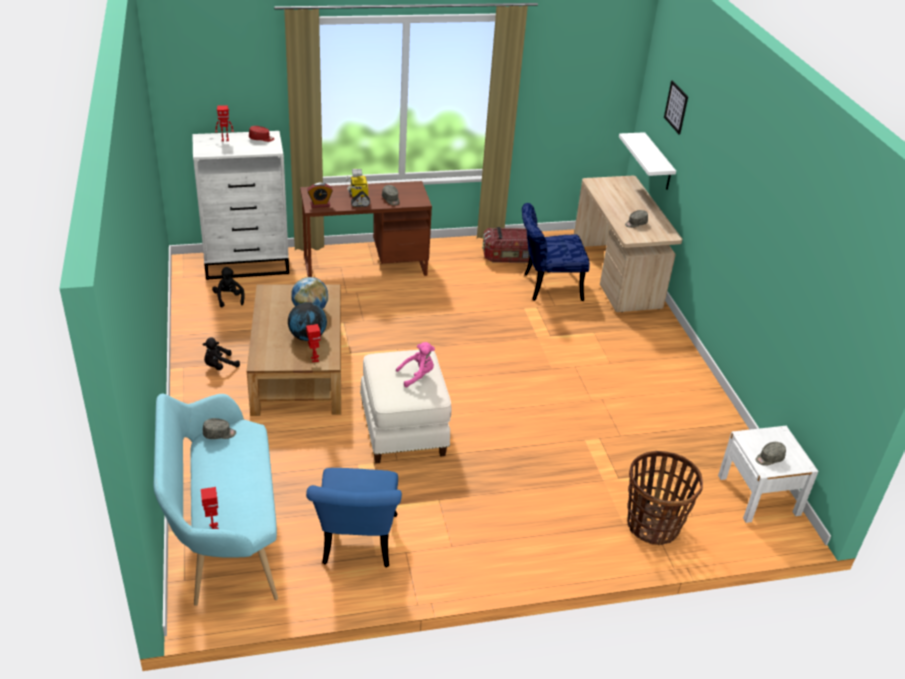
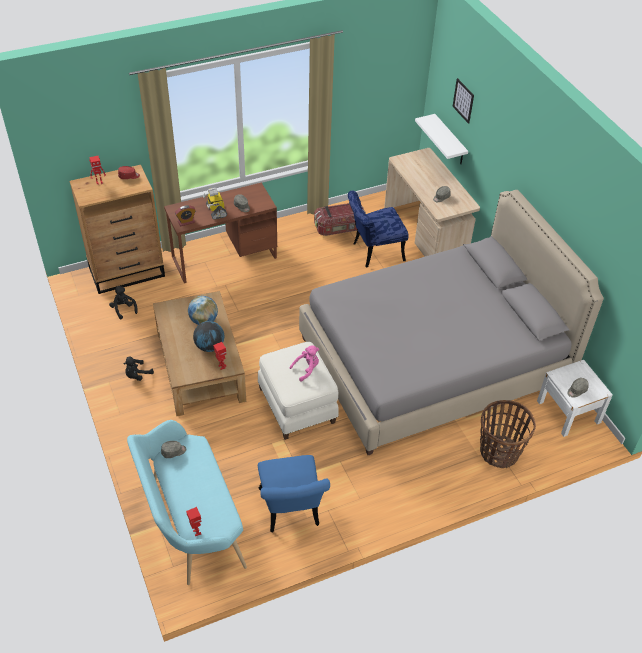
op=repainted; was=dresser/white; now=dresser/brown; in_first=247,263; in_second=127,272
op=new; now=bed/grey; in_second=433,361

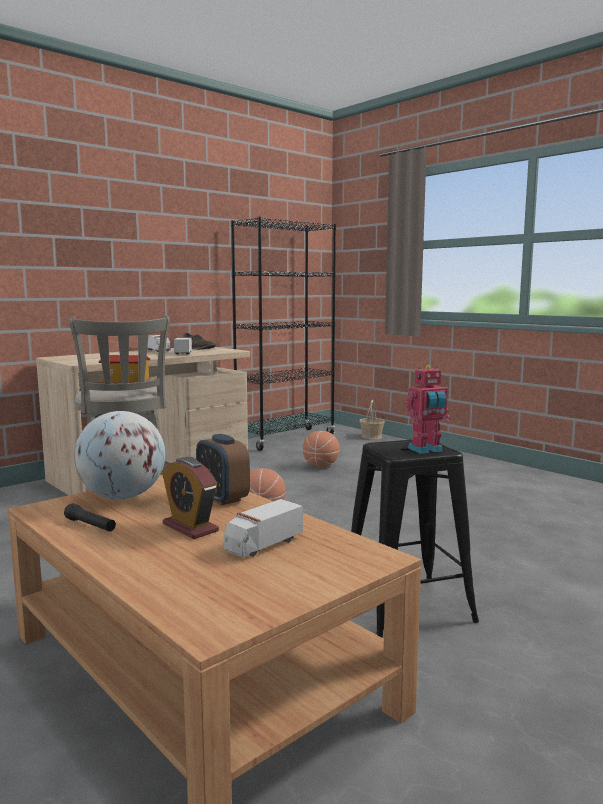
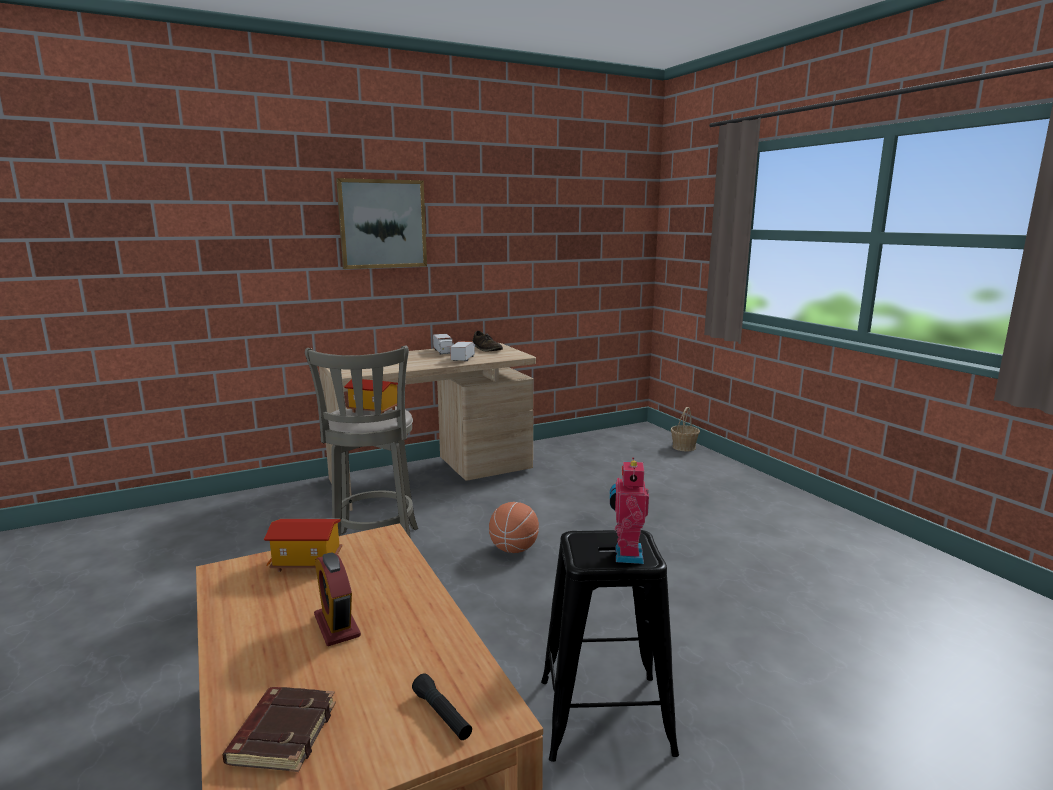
op=shifted; was=flashlight/black; in_first=90,525; in_second=442,715
op=swapped; was=globe; now=toy house; in_first=122,497; in_second=306,563
op=gone; was=alarm clock; in_first=222,498
op=gone; was=toy truck; in_first=263,545
op=gone; was=bookcase/black; in_first=285,439
op=gone; was=basketball; in_first=321,466
op=rotated; was=toy robot; in_first=426,450; in_second=626,555; clockwise=105
op=new; now=book/brown; in_second=282,733
op=new; now=picture; in_second=382,224

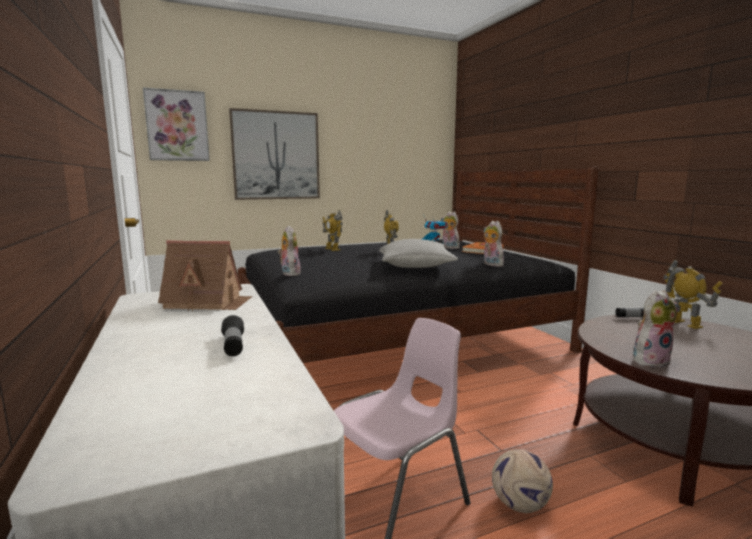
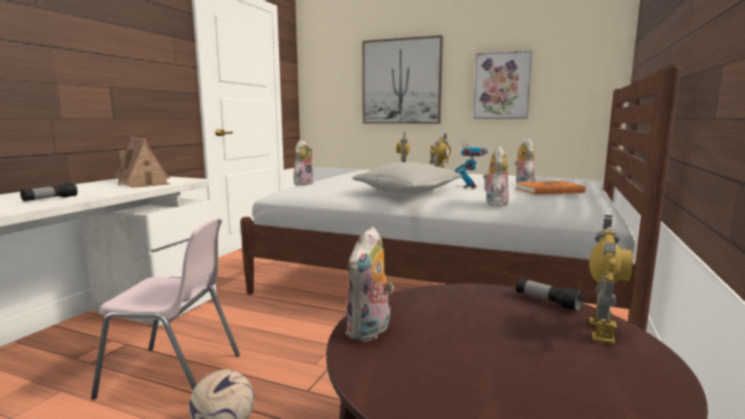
op=shifted; was=picture; in_first=177,126; in_second=501,86
op=repainted; was=bed/black; now=bed/white; in_first=396,336; in_second=442,276
op=rotated; was=plush toy; in_first=650,360; in_second=370,332; clockwise=90

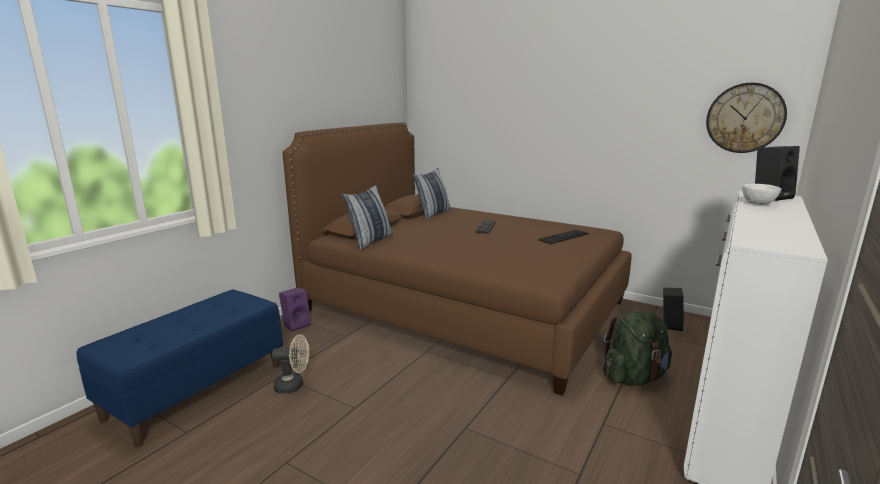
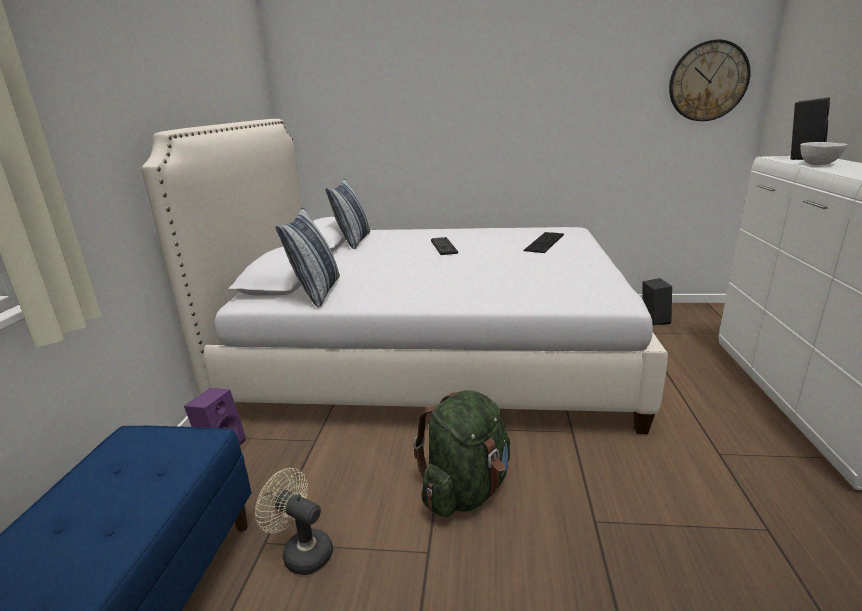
op=rotated; was=fan/beige; in_first=294,385; in_second=301,552; clockwise=-120
op=repainted; was=bed/brown; now=bed/white; in_first=463,306; in_second=432,354
op=shifted; was=backpack/green; in_first=634,377; in_second=466,490

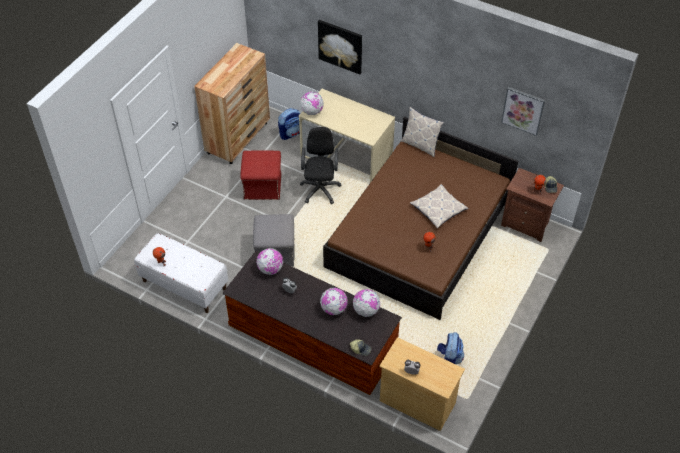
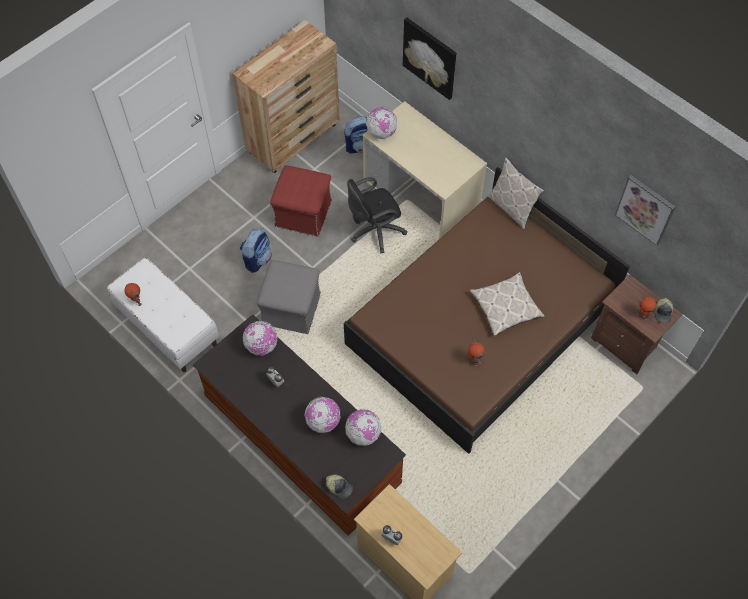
op=rotated; was=office chair/black; in_first=320,188; in_second=374,231; clockwise=-135
op=shifted; was=backpack; in_first=449,360; in_second=257,259

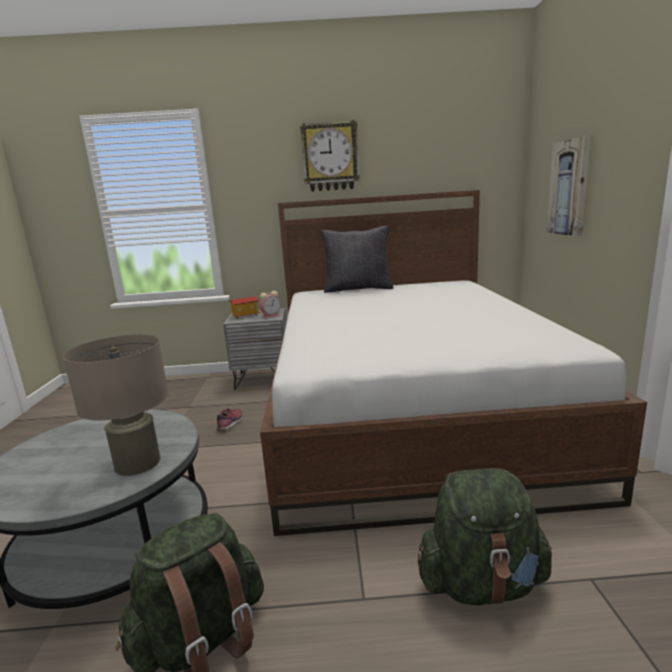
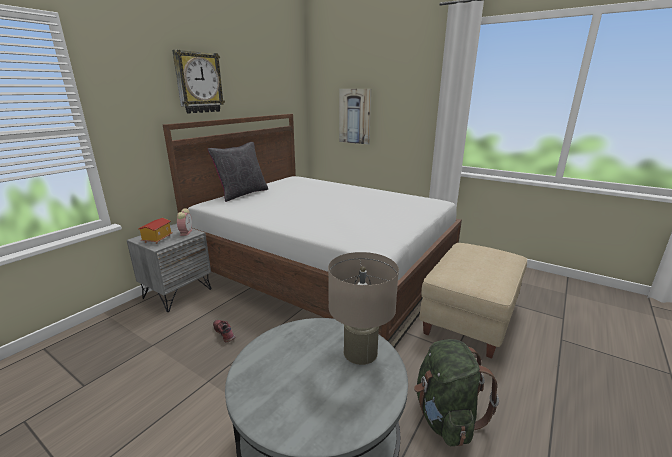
op=swapped; was=backpack/green; now=ottoman/beige; in_first=481,583; in_second=469,318

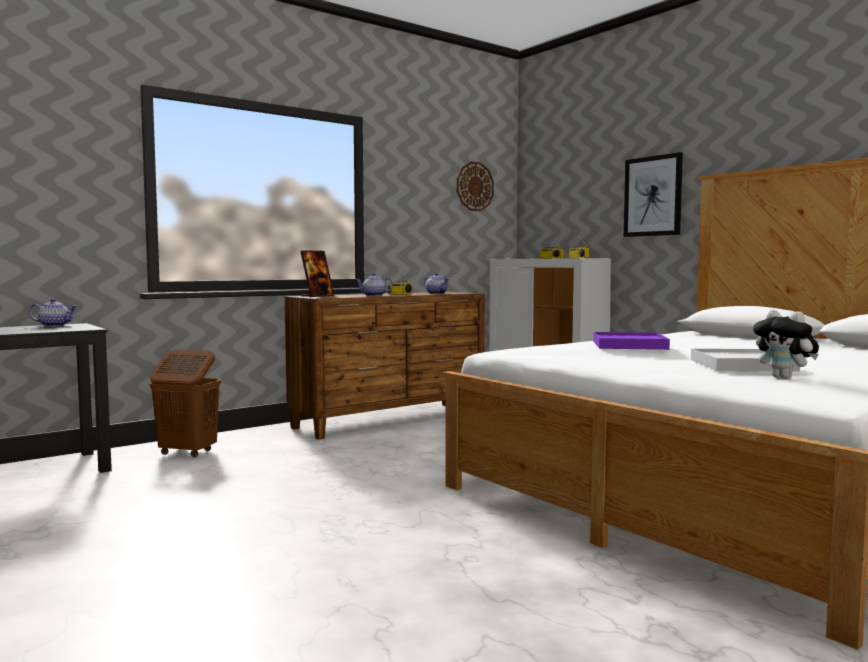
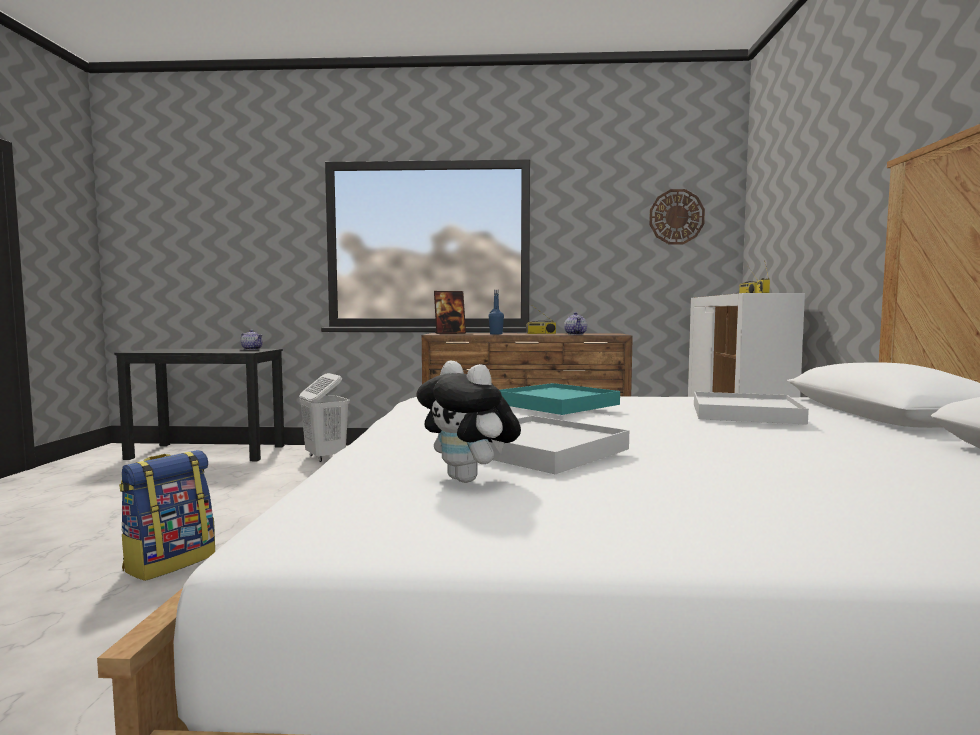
op=repainted; was=laundry basket/brown; now=laundry basket/white; in_first=187,453; in_second=325,457
op=swapped; was=teapot; now=bottle/blue; in_first=373,295; in_second=496,334
op=repainted; was=tray/purple; now=tray/turquoise; in_first=629,345; in_second=557,404
op=gone; was=picture; in_first=653,196
op=rotated; was=plush toy; in_first=785,378; in_second=469,479; clockwise=-45
op=new; now=backpack; in_second=170,562
op=new; now=tray/white; in_second=744,413

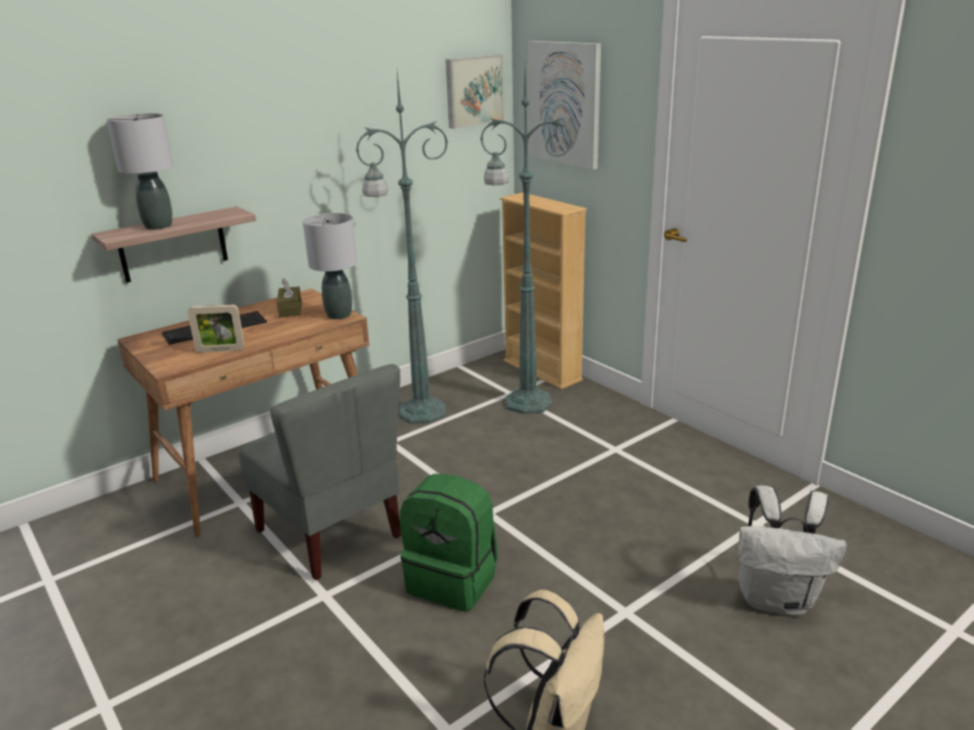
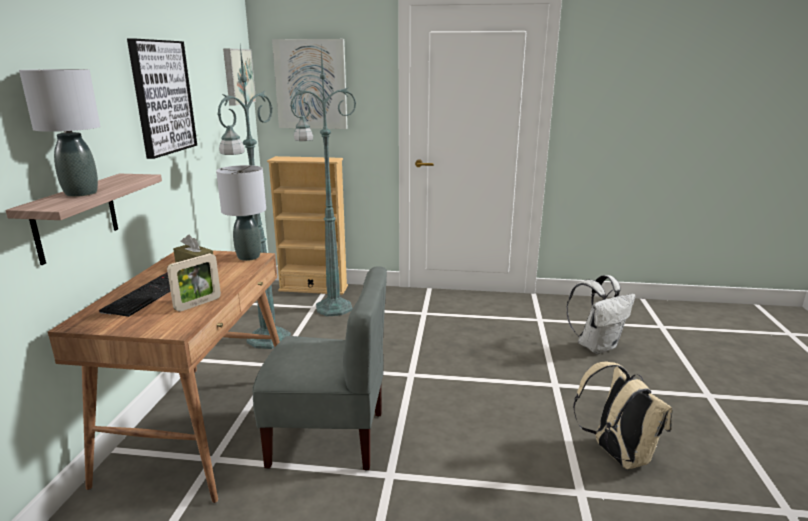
op=gone; was=backpack/green; in_first=454,580
op=new; now=picture; in_second=162,97

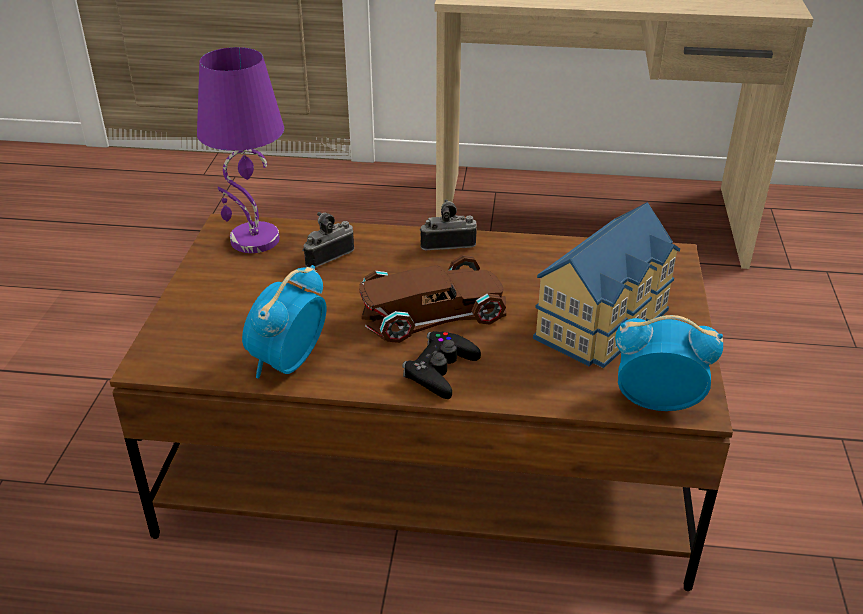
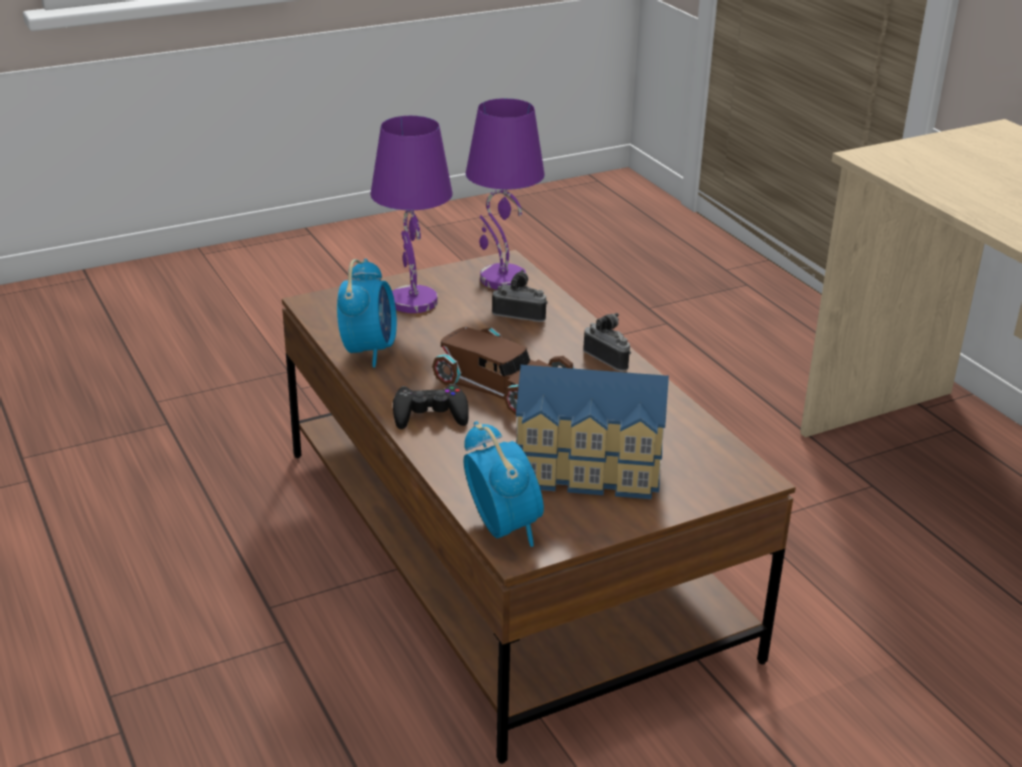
op=rotated; was=alarm clock; in_first=288,363; in_second=369,350; clockwise=105
op=new; now=table lamp/purple; in_second=412,301

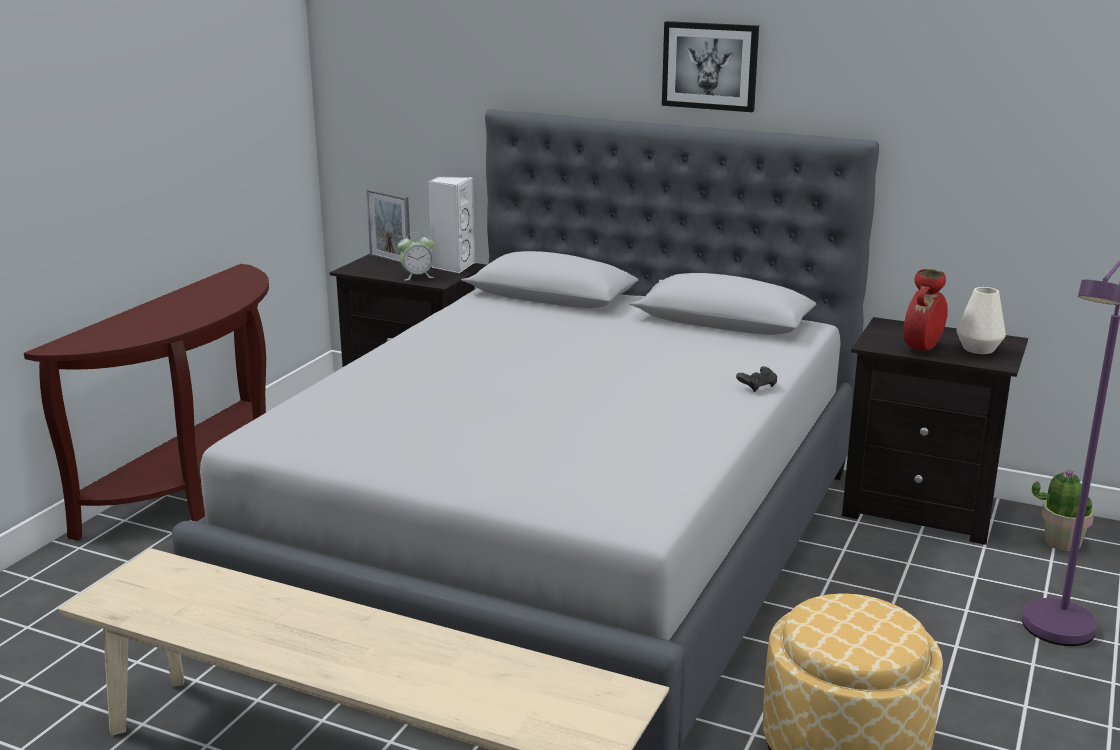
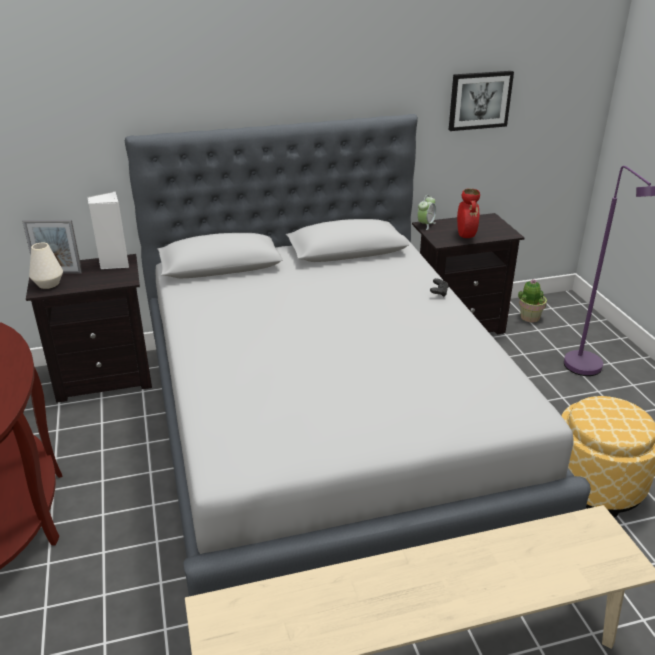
op=shifted; was=alarm clock; in_first=417,276; in_second=425,225
op=shifted; was=picture; in_first=710,66; in_second=479,100
op=shifted; was=vase/white; in_first=978,349; in_second=48,284

